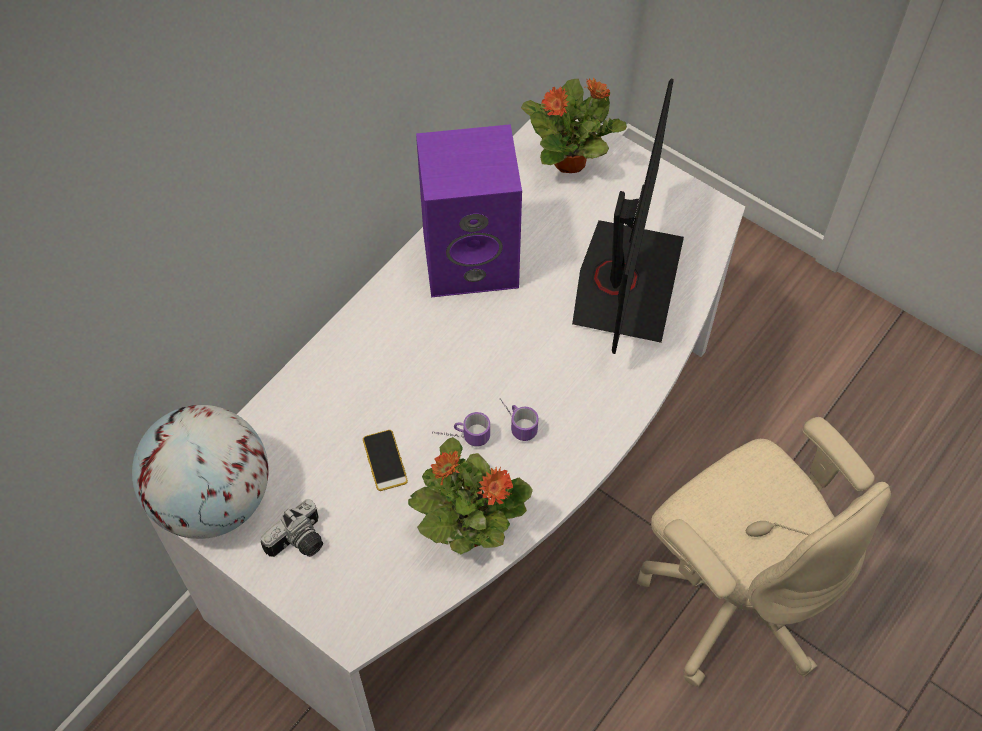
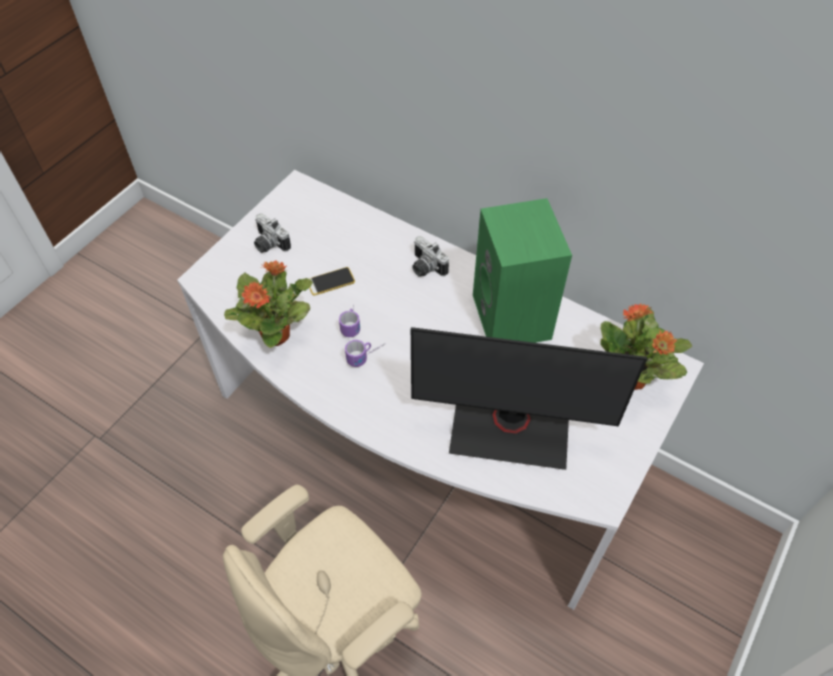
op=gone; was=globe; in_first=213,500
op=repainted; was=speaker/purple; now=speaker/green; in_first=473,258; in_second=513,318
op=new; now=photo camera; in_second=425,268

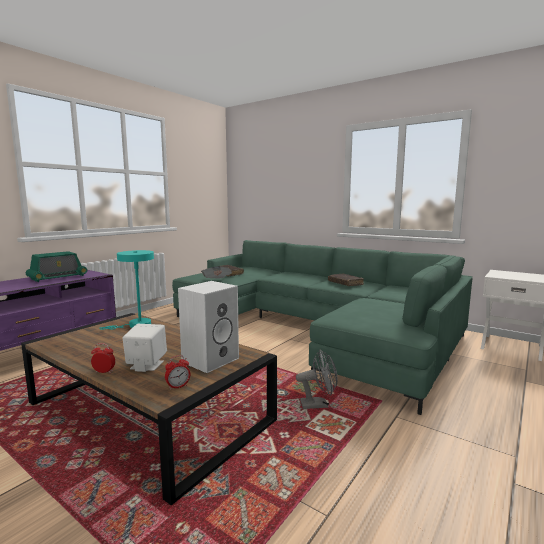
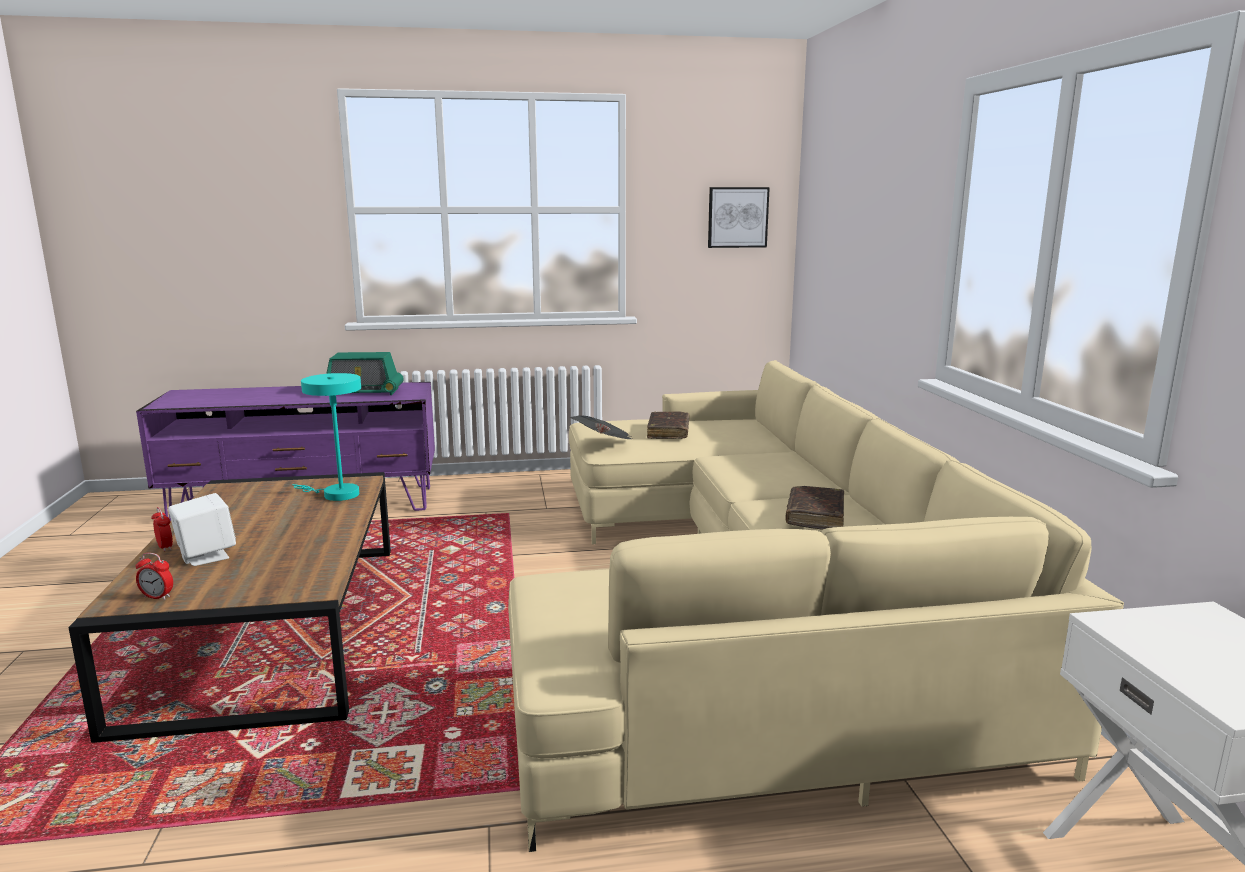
op=repainted; was=sofa/green; now=sofa/beige; in_first=316,328; in_second=749,603
op=gone; was=speaker/white; in_first=210,359
op=gone; was=fan/grey; in_first=318,404
op=new; now=picture; in_second=737,217

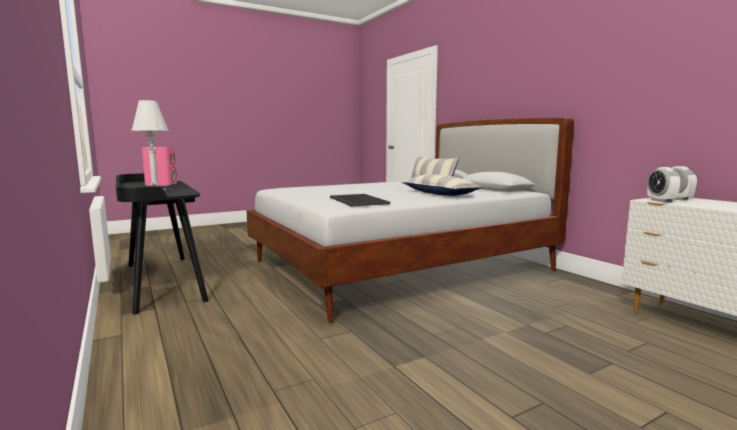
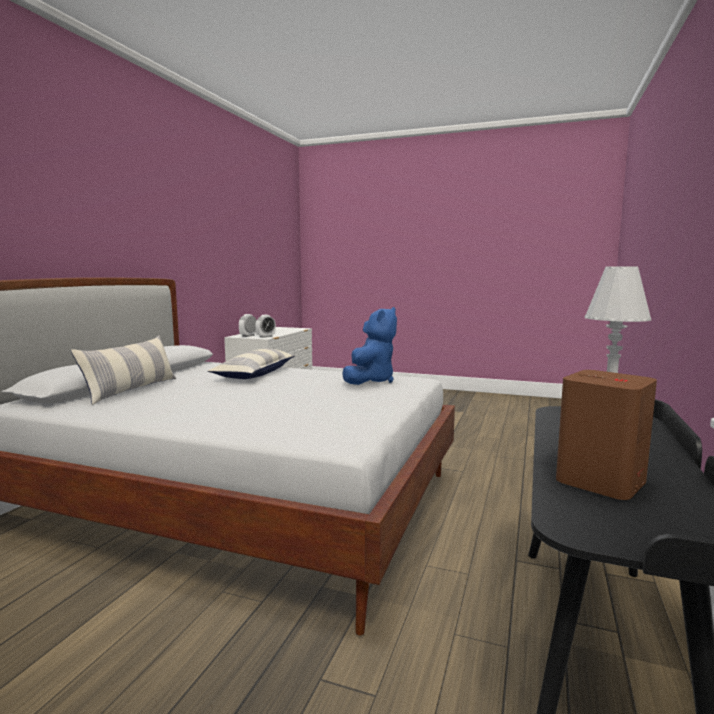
op=repainted; was=speaker/pink; now=speaker/brown; in_first=161,184; in_second=600,482
op=swapped; was=tray; now=plush toy/blue; in_first=357,200; in_second=370,380

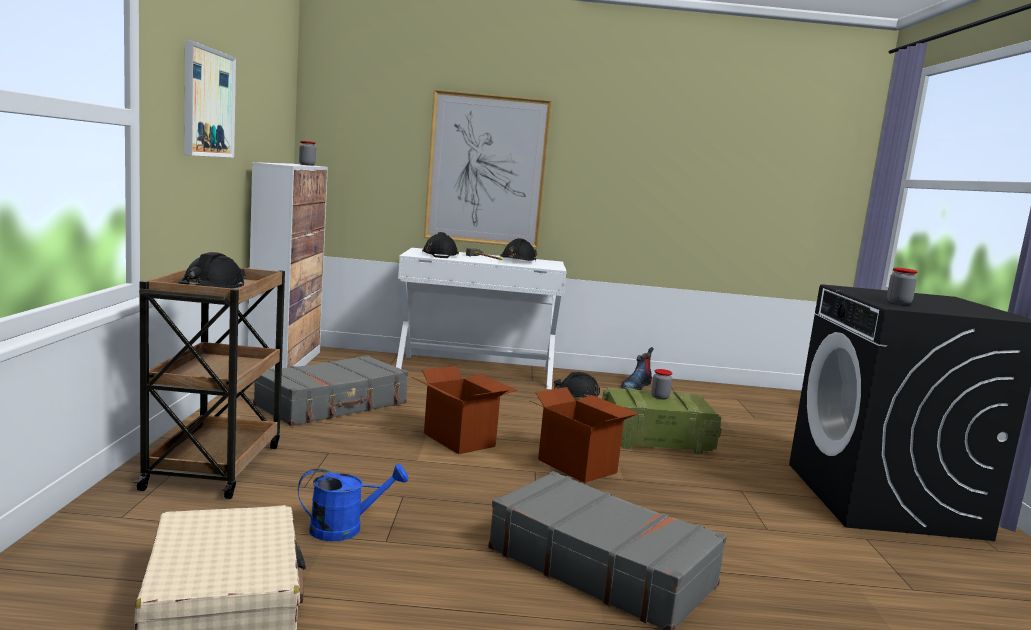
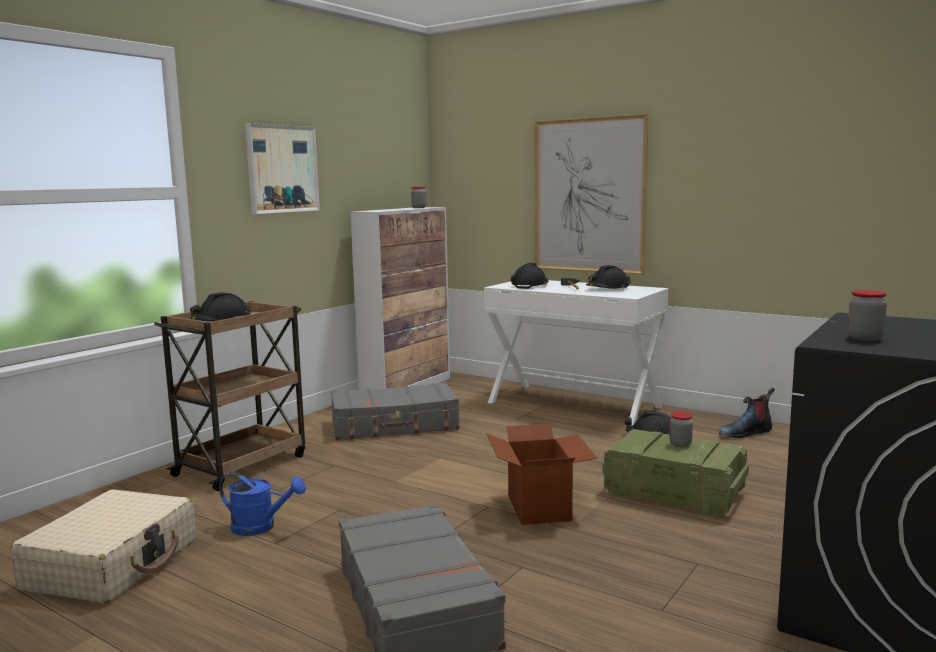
op=gone; was=cardboard box; in_first=460,439

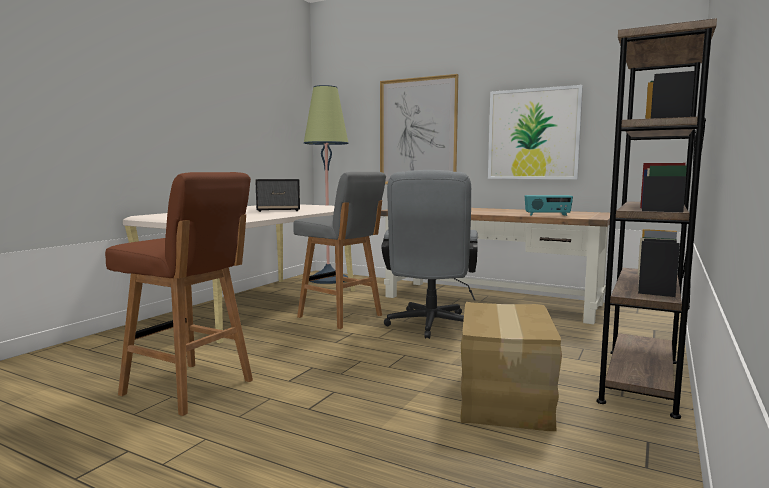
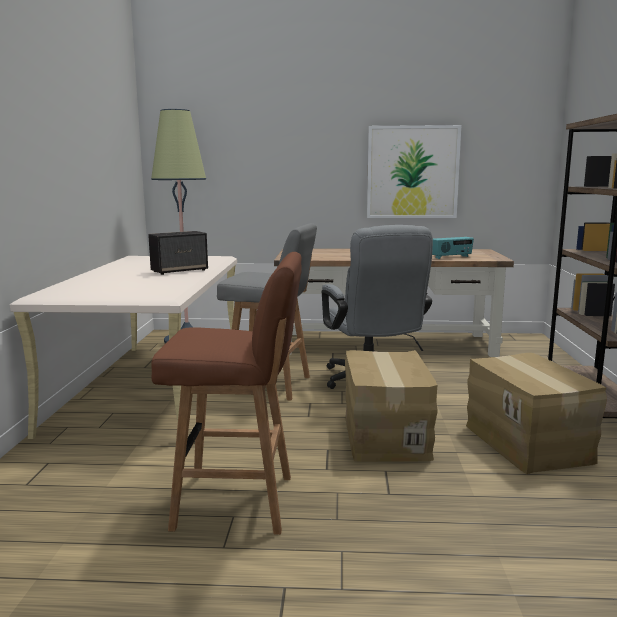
op=gone; was=picture; in_first=417,132
op=new; now=cardboard box; in_second=384,435

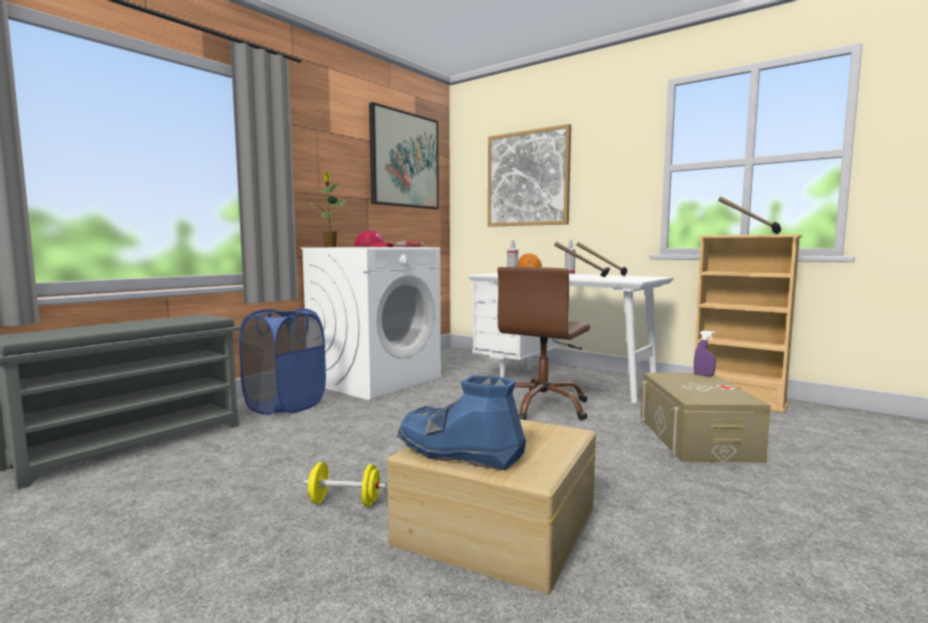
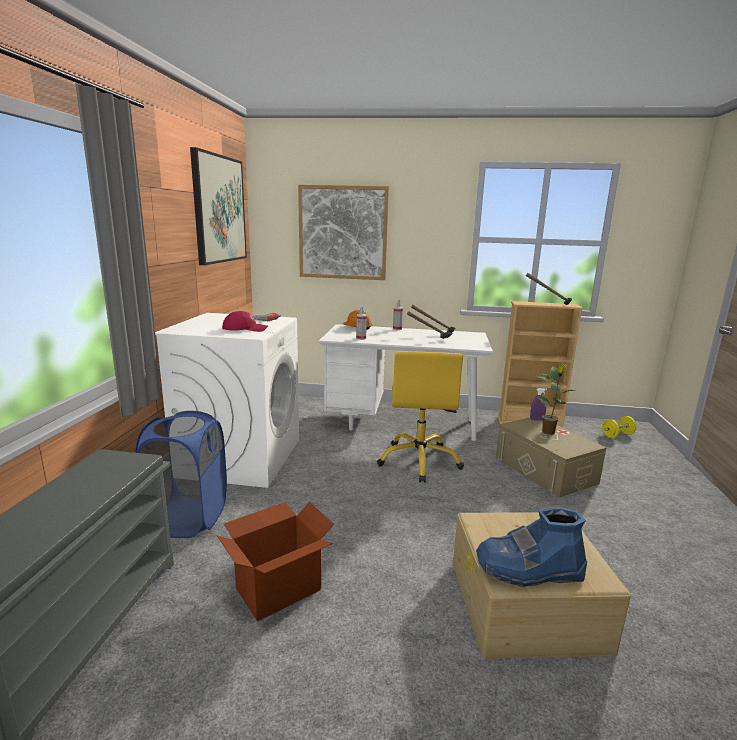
op=shifted; was=dumbbell/yellow; in_first=345,502; in_second=617,435
op=shifted; was=potted plant; in_first=330,247; in_second=549,432
op=repainted; was=office chair/brown; now=office chair/yellow; in_first=542,407; in_second=419,460
op=new; now=cardboard box; in_second=277,589

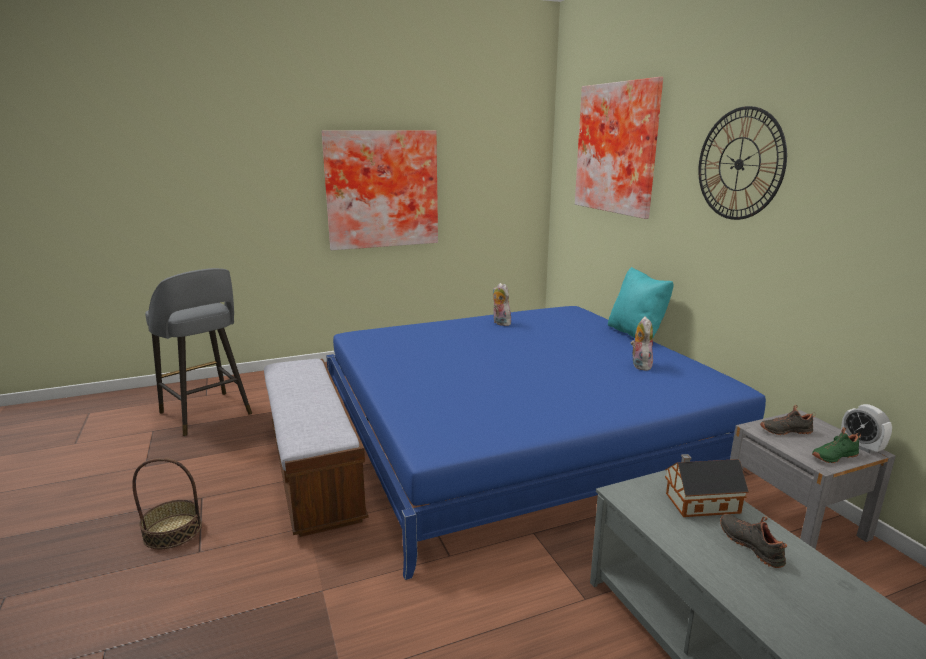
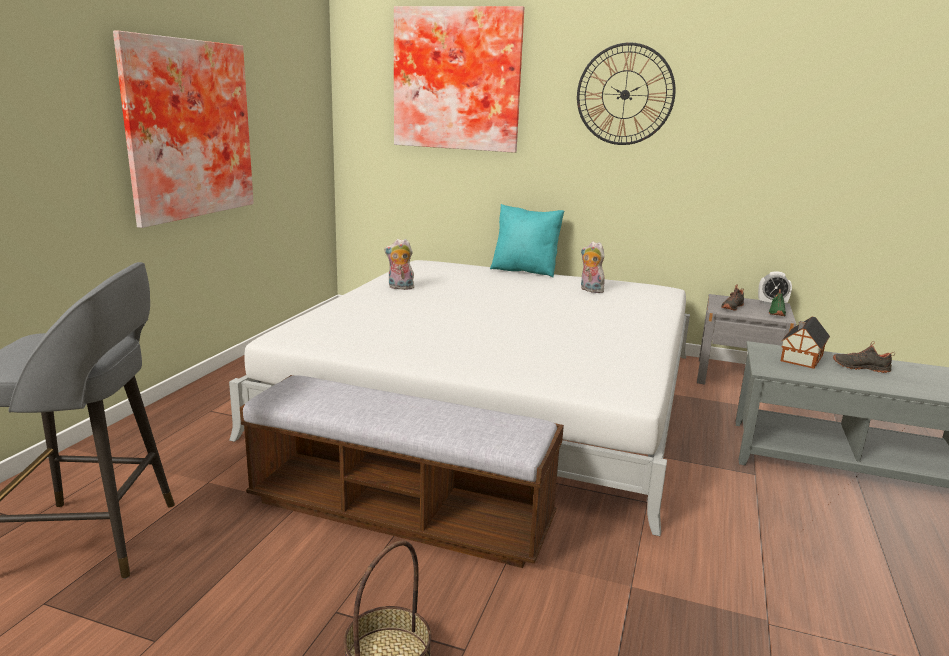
op=repainted; was=bed/blue; now=bed/white; in_first=518,429; in_second=494,392

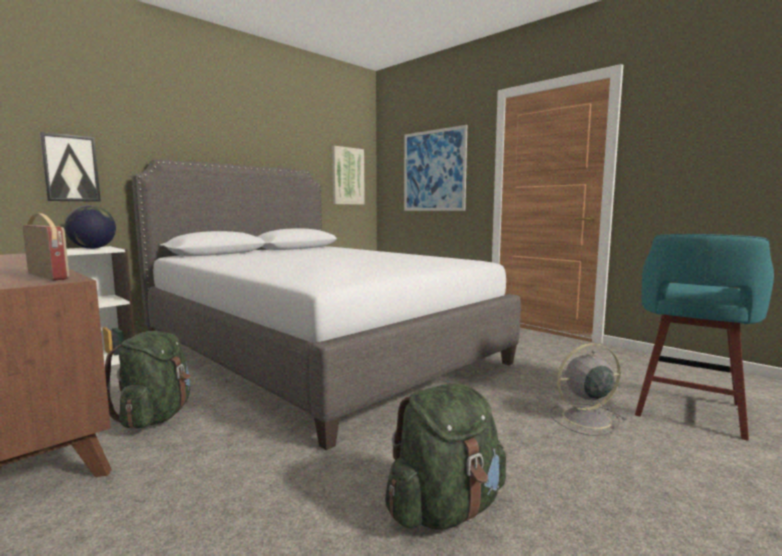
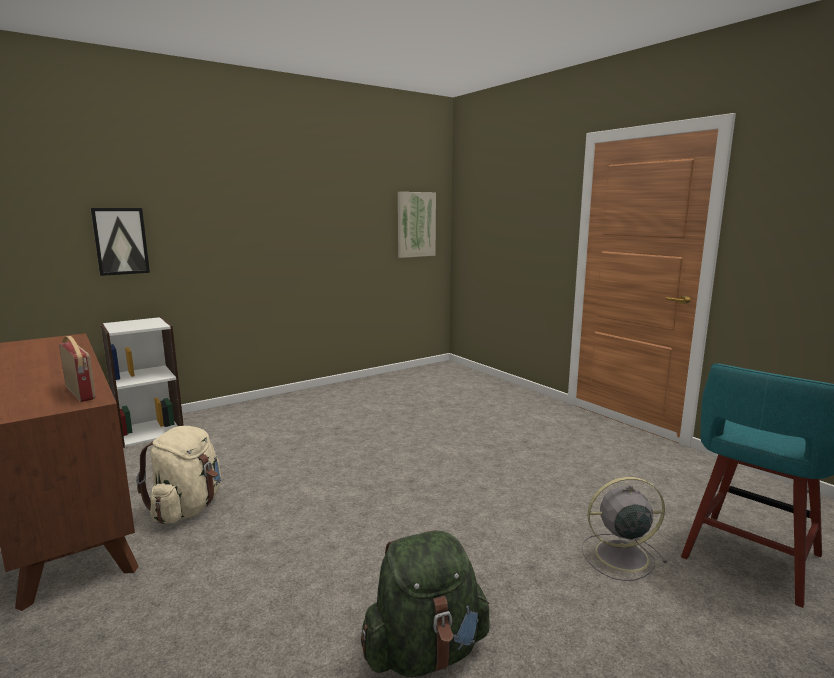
op=gone; was=globe; in_first=93,248
op=repainted; was=backpack/green; now=backpack/beige; in_first=156,417; in_second=187,508
op=gone; was=bed/grey; in_first=318,352
op=gone; was=picture; in_first=433,170

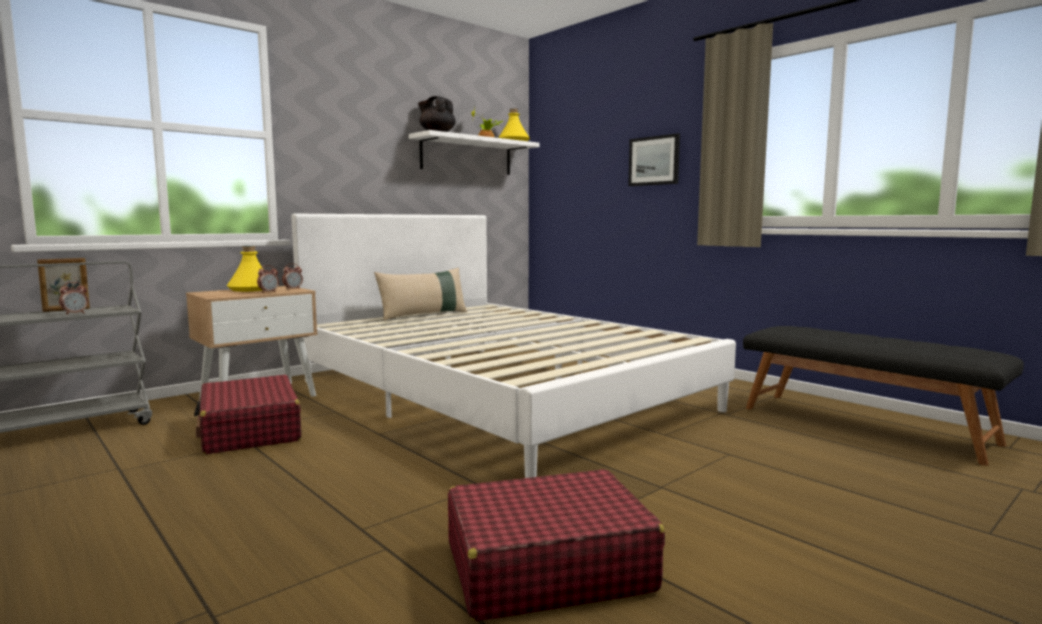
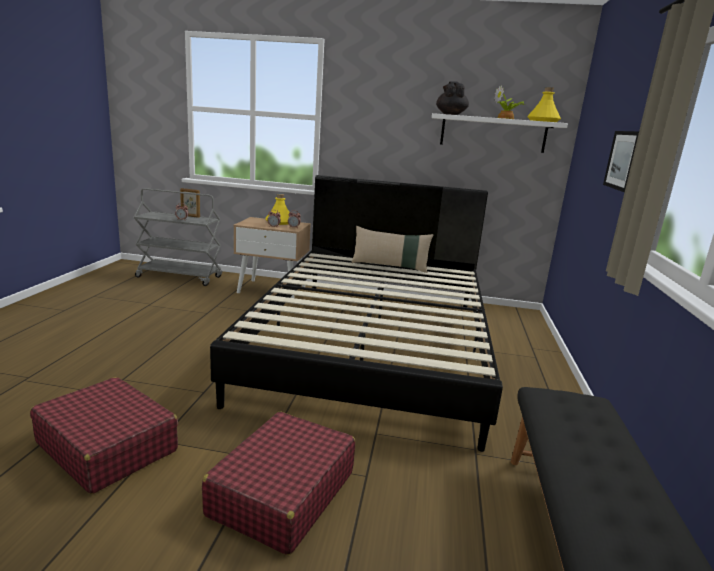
op=shifted; was=suitcase/red; in_first=250,430; in_second=282,493
op=repainted; was=bed/white; now=bed/black; in_first=497,394; in_second=374,345

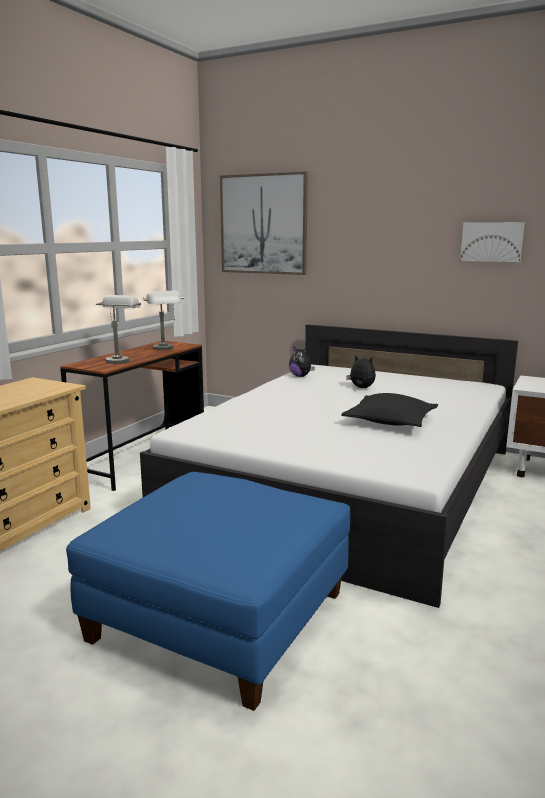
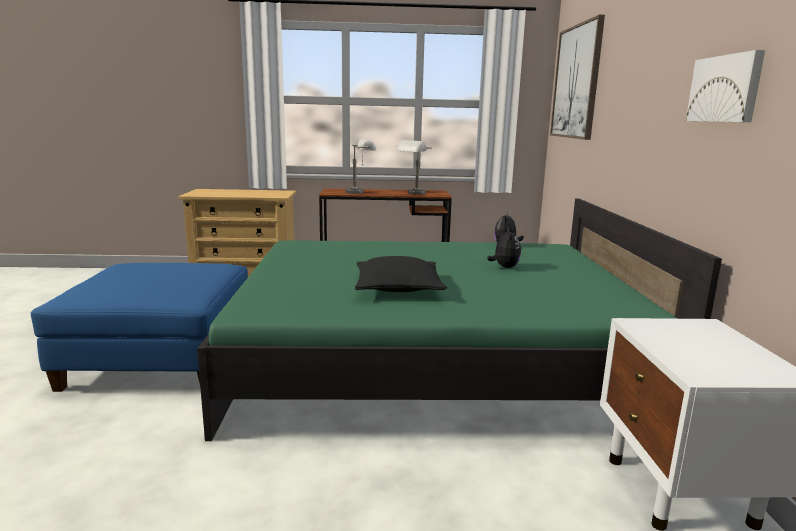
op=repainted; was=bed/white; now=bed/green; in_first=349,484; in_second=433,359

